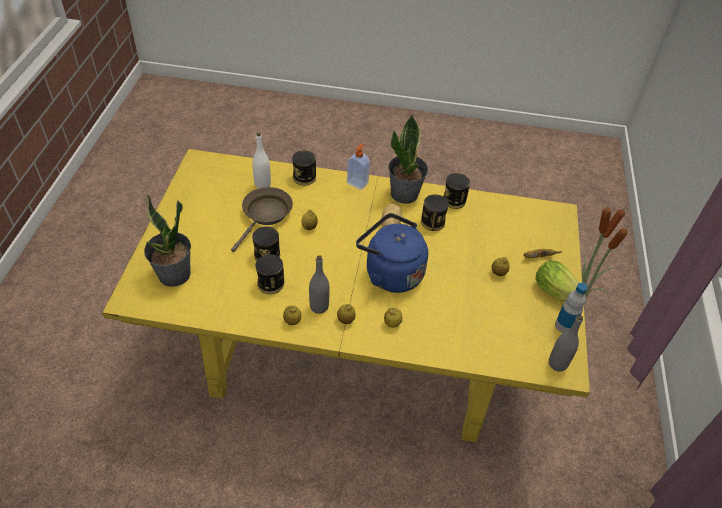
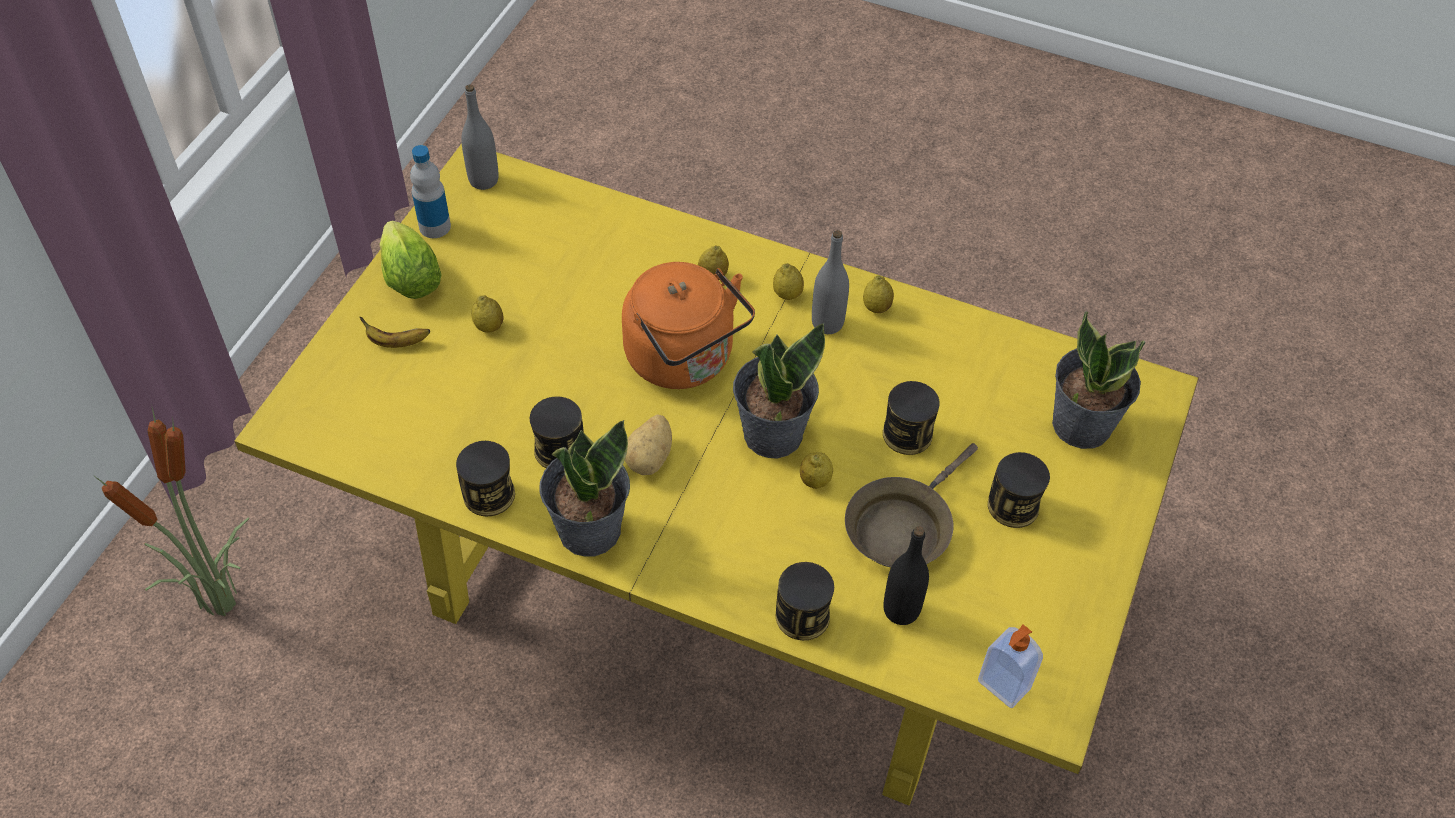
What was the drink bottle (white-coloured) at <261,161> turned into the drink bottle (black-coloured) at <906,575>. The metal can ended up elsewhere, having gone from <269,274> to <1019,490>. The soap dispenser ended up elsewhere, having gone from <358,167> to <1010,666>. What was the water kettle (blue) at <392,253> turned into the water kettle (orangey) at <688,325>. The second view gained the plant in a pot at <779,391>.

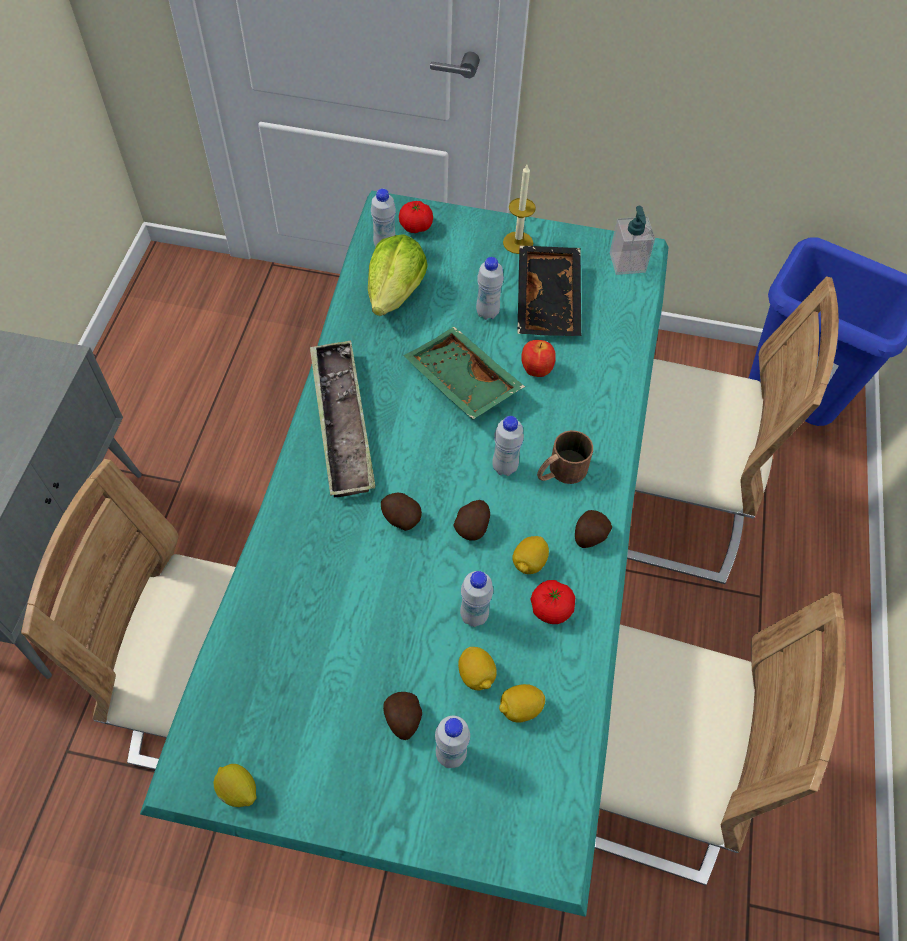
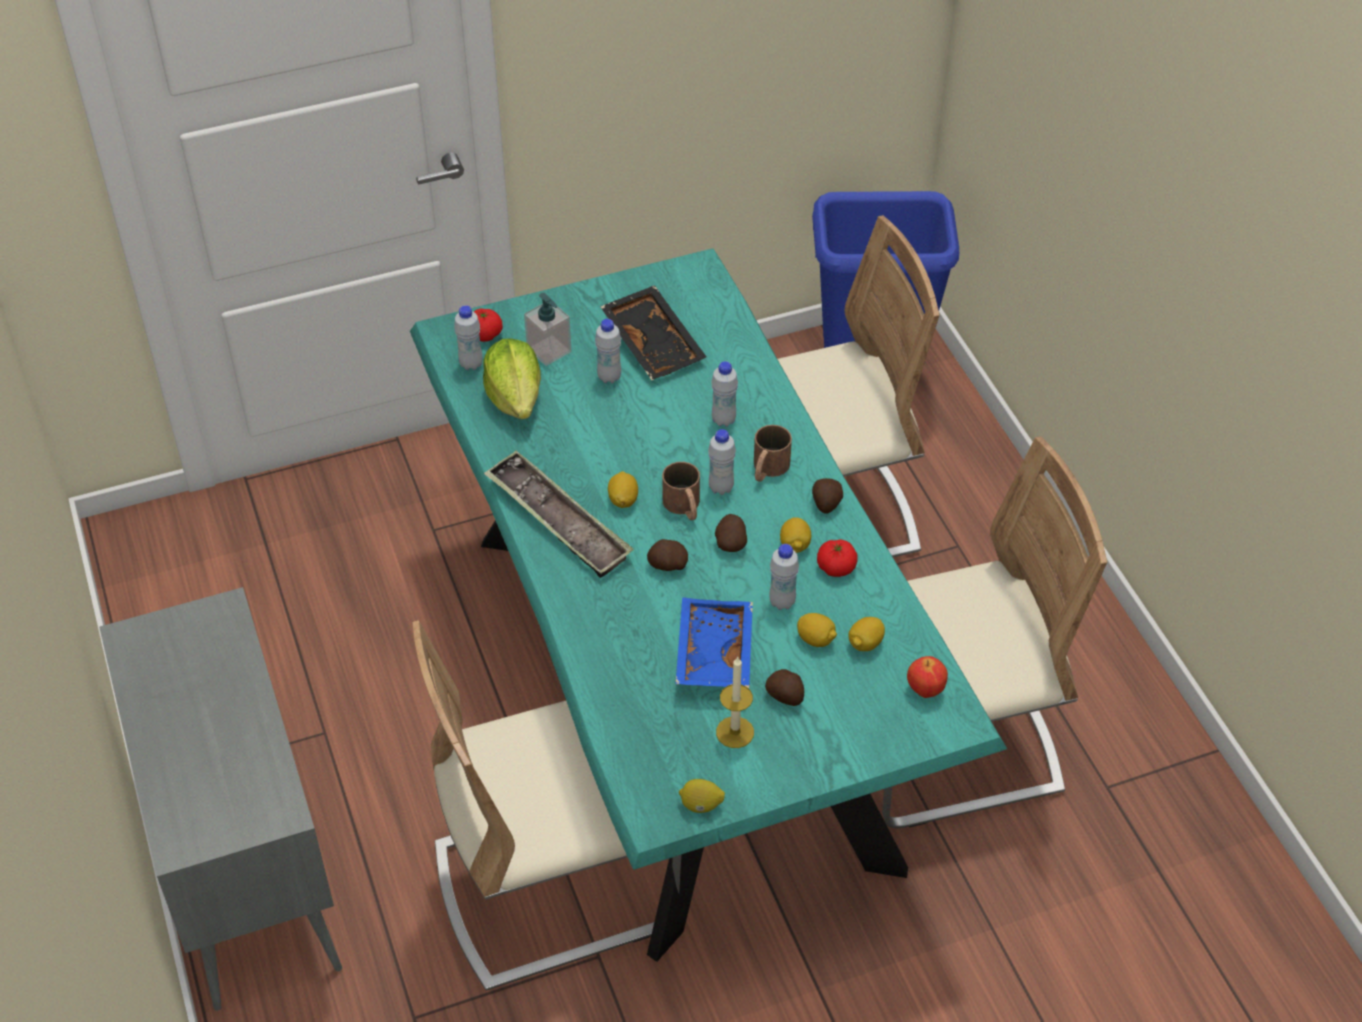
The second view lost the tray (green) at <464,373>. The drink bottle (white-coloured) ended up elsewhere, having gone from <452,742> to <724,394>. The candle ended up elsewhere, having gone from <519,209> to <735,702>. The whole apple ended up elsewhere, having gone from <538,358> to <927,677>. The soap dispenser ended up elsewhere, having gone from <632,240> to <547,329>. The second view gained the whole lemon at <623,489>. The second view gained the coffee mug (brown-coloured) at <681,491>. The second view gained the tray (blue) at <714,642>.

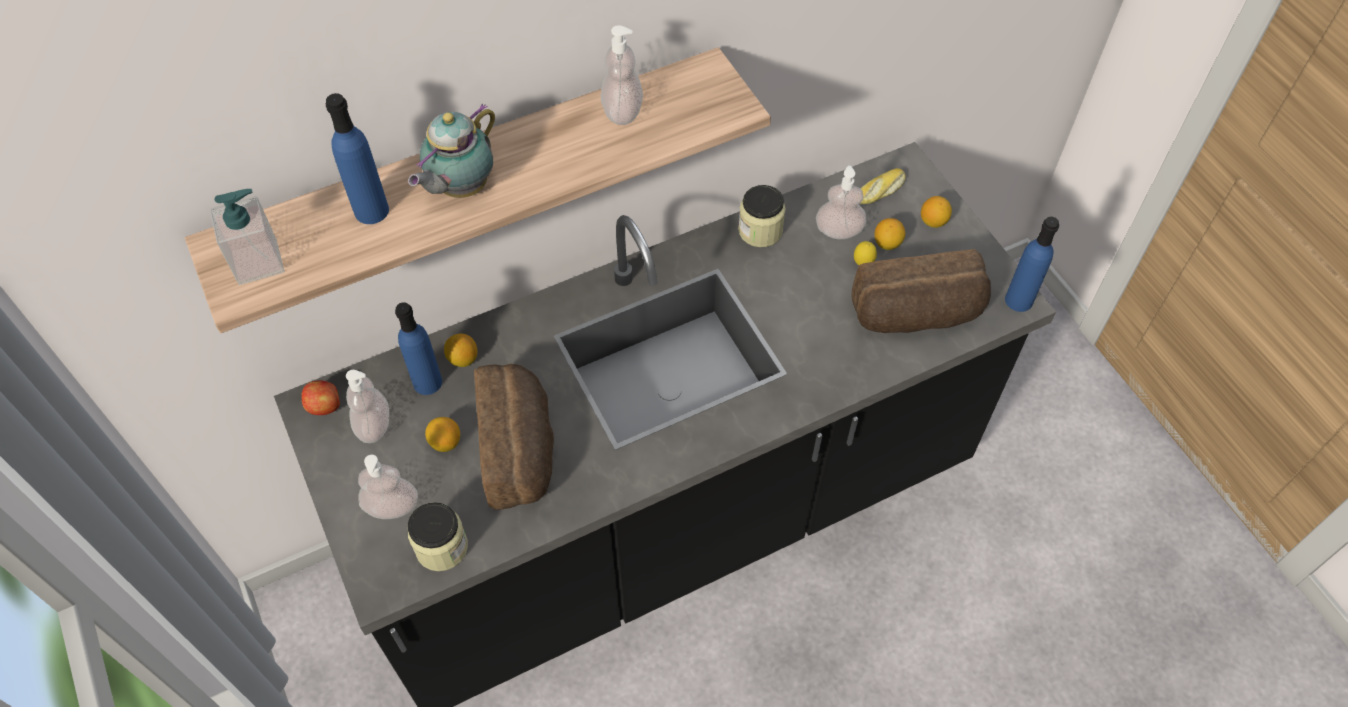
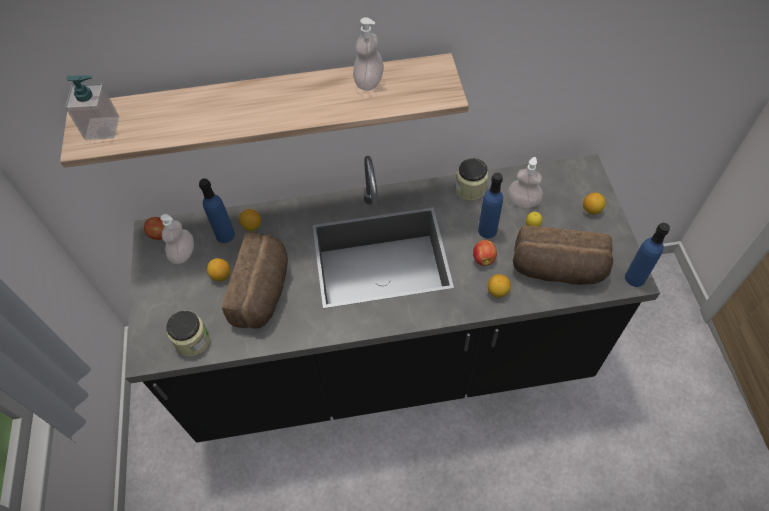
The drink bottle (blue) ended up elsewhere, having gone from <357,158> to <490,205>. The second view lost the soap dispenser at <388,487>. The second view lost the teapot at <451,150>. The second view lost the baked bread at <883,186>. The whole lemon ended up elsewhere, having gone from <890,234> to <499,286>. The second view gained the whole apple at <485,252>.

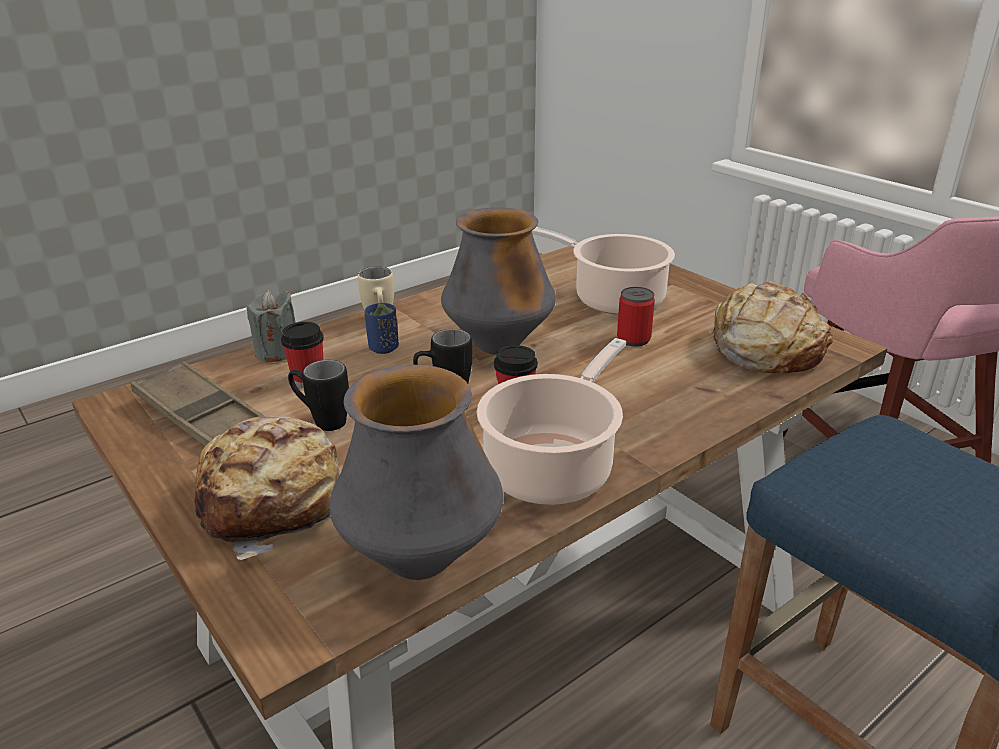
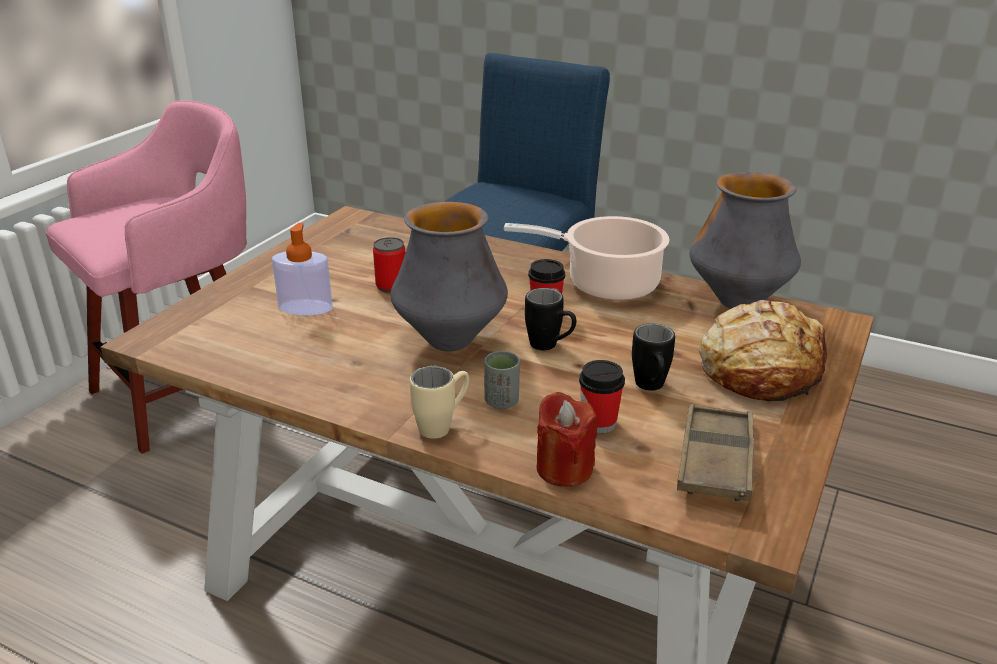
What was the candle (gray) at <271,326> turned into the candle (reddish) at <567,439>. What was the cup (blue) at <381,328> turned into the cup (gray) at <502,380>. Where the stockpot stood at <603,271>, the soap dispenser came to stand at <302,269>. The second view lost the baked bread at <770,327>.

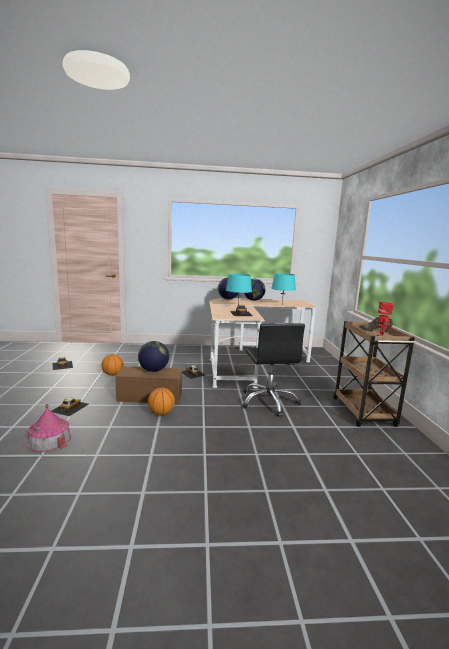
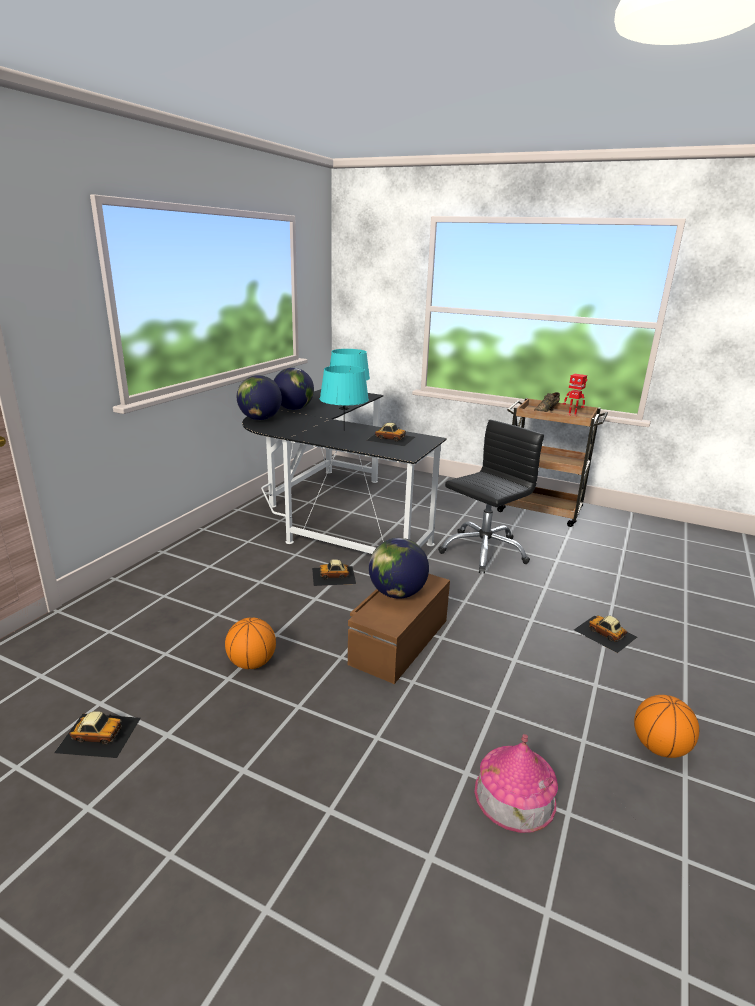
The toy car ended up elsewhere, having gone from <70,406> to <605,634>. The ball for basketball ended up elsewhere, having gone from <161,401> to <666,726>. What was the desk table (sand-coloured) at <263,343> turned into the desk table (black-coloured) at <344,471>. The office chair (black-coloured) at <273,370> ended up facing another way, 60 degrees counterclockwise from before.

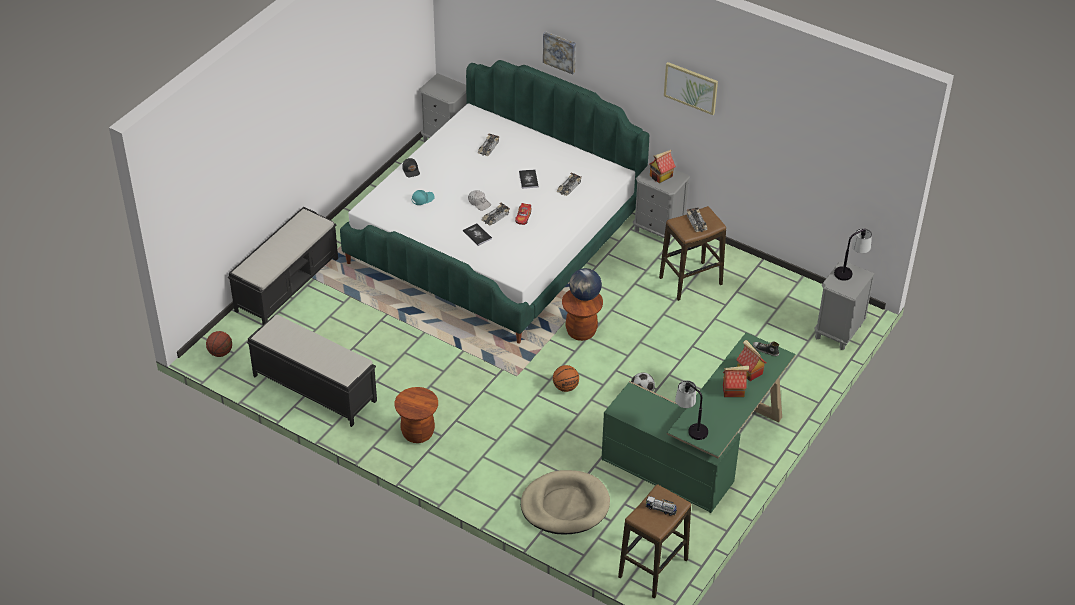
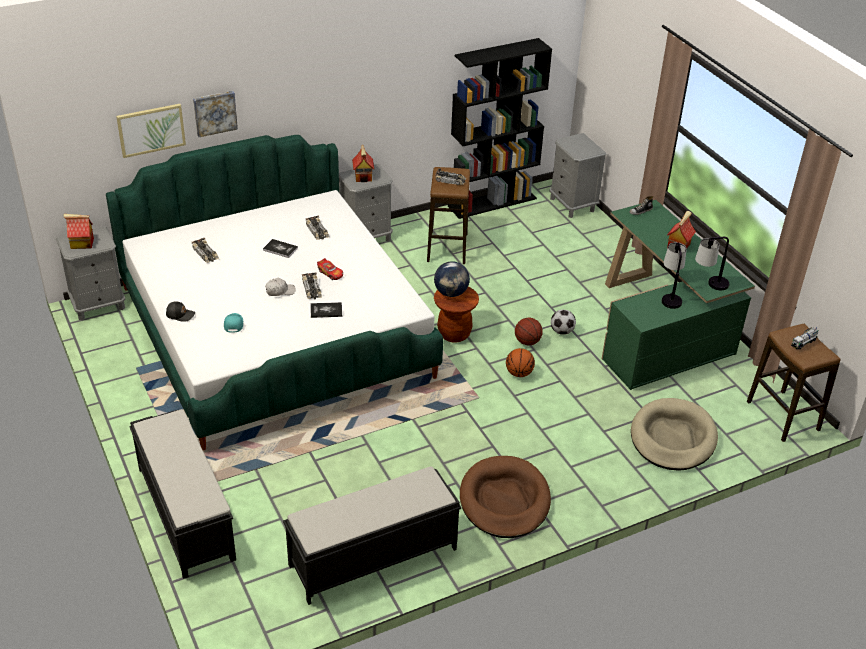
The ball for basketball ended up elsewhere, having gone from <219,344> to <529,331>. Where the stool seat (brown-coloured) stood at <416,415>, the pet bed (brown-coloured) came to stand at <505,497>. The wall art ended up elsewhere, having gone from <691,88> to <151,131>. The miniature house ended up elsewhere, having gone from <751,360> to <78,231>. The lamp for a table ended up elsewhere, having gone from <853,254> to <674,275>. The second view gained the bookcase (black-coloured) at <500,128>.

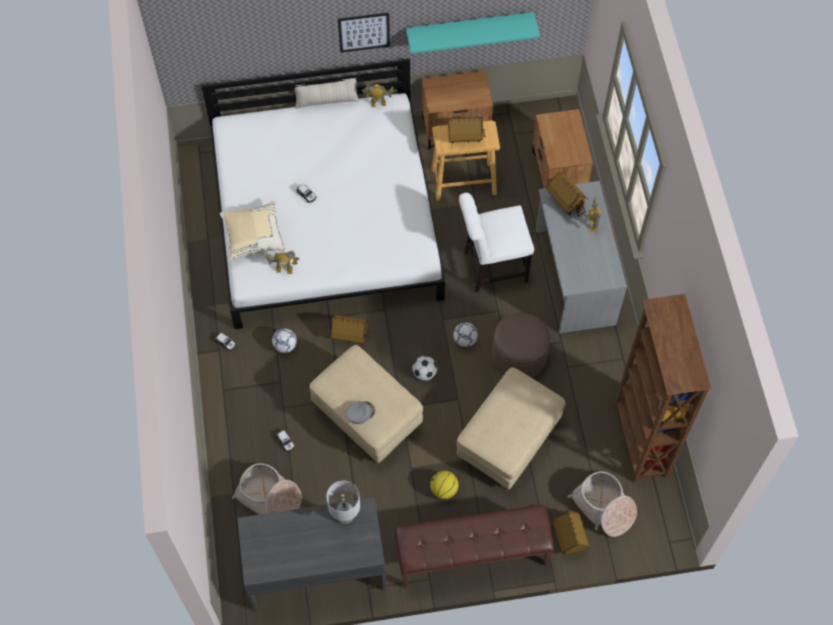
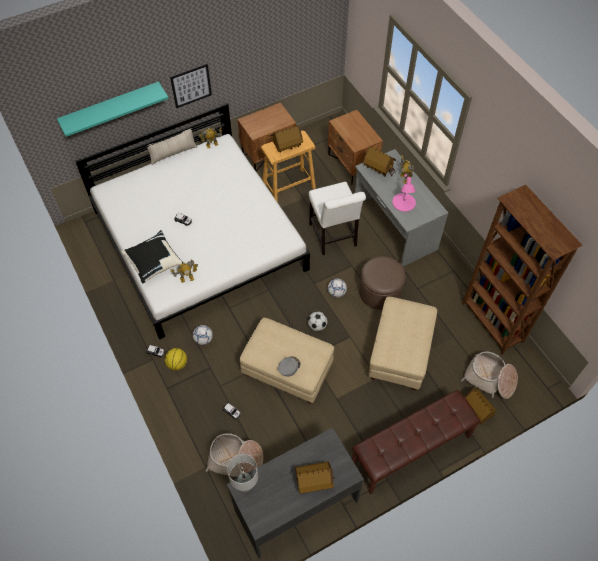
What was the pillow (sand-coloured) at <252,230> turned into the pillow (black-coloured) at <152,256>. The lamp for a table (gray) ended up elsewhere, having gone from <343,502> to <242,473>. The miniature house ended up elsewhere, having gone from <352,329> to <314,477>. The bracket shelf (blue-green) ended up elsewhere, having gone from <473,33> to <113,109>. The ball for basketball ended up elsewhere, having gone from <444,485> to <176,359>. The upright chair (white-coloured) at <496,242> ended up facing another way, 75 degrees counterclockwise from before. The second view gained the lamp for a table (pinkish) at <404,193>.

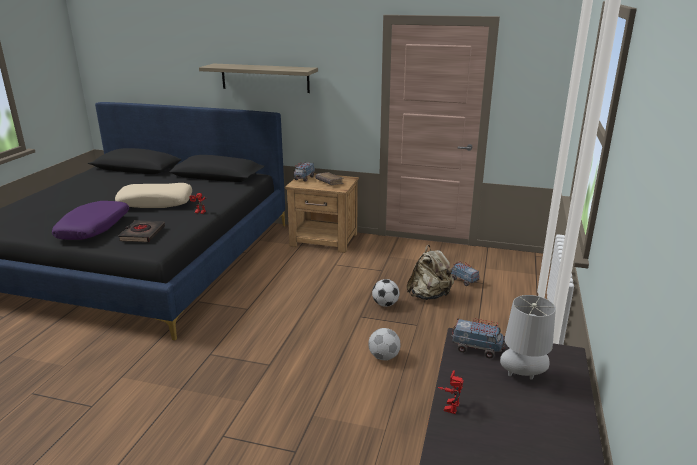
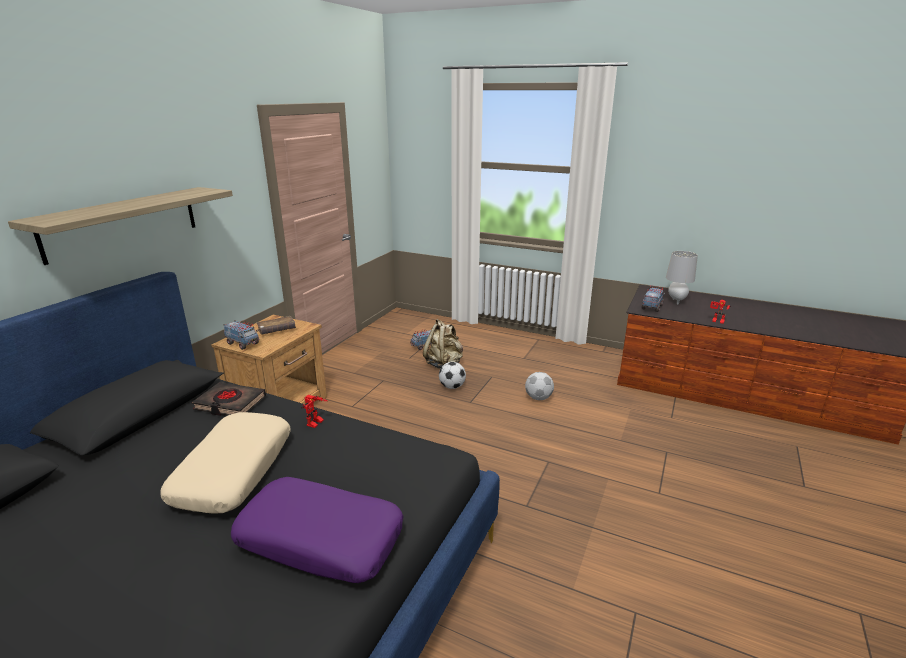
The book (black-coloured) ended up elsewhere, having gone from <141,231> to <229,399>.

